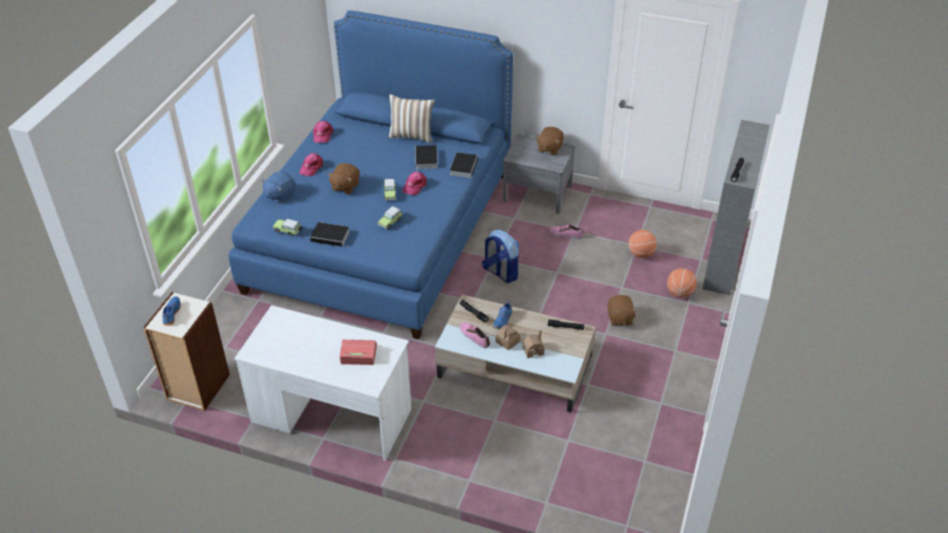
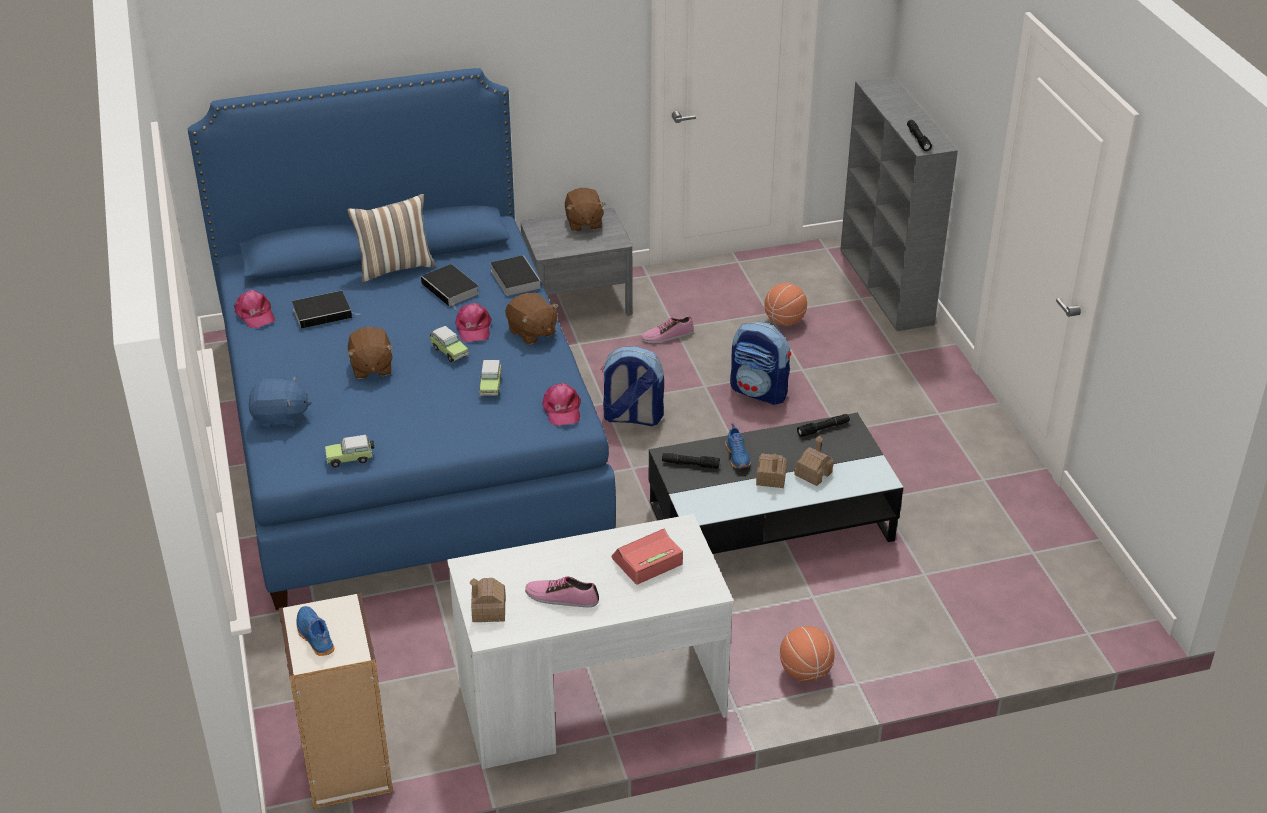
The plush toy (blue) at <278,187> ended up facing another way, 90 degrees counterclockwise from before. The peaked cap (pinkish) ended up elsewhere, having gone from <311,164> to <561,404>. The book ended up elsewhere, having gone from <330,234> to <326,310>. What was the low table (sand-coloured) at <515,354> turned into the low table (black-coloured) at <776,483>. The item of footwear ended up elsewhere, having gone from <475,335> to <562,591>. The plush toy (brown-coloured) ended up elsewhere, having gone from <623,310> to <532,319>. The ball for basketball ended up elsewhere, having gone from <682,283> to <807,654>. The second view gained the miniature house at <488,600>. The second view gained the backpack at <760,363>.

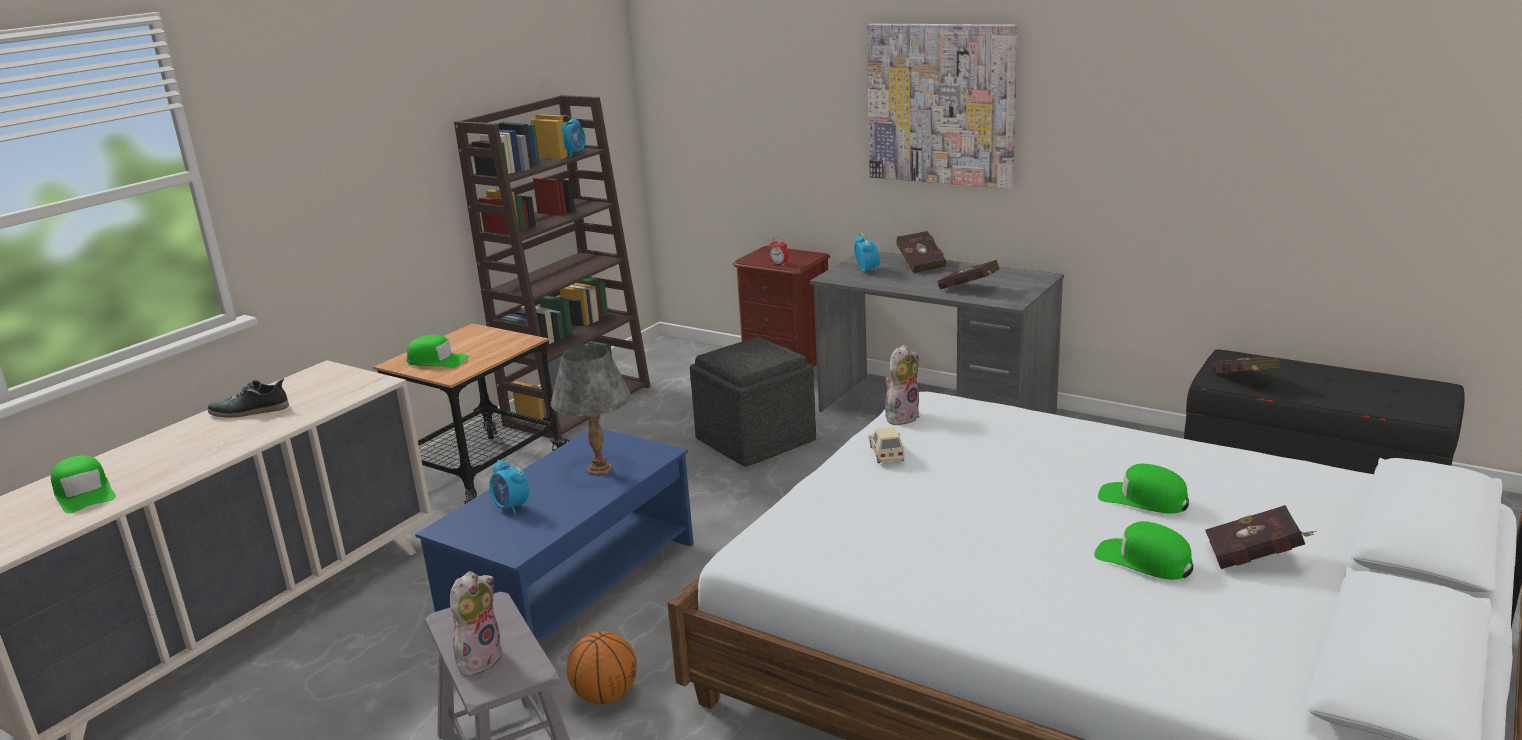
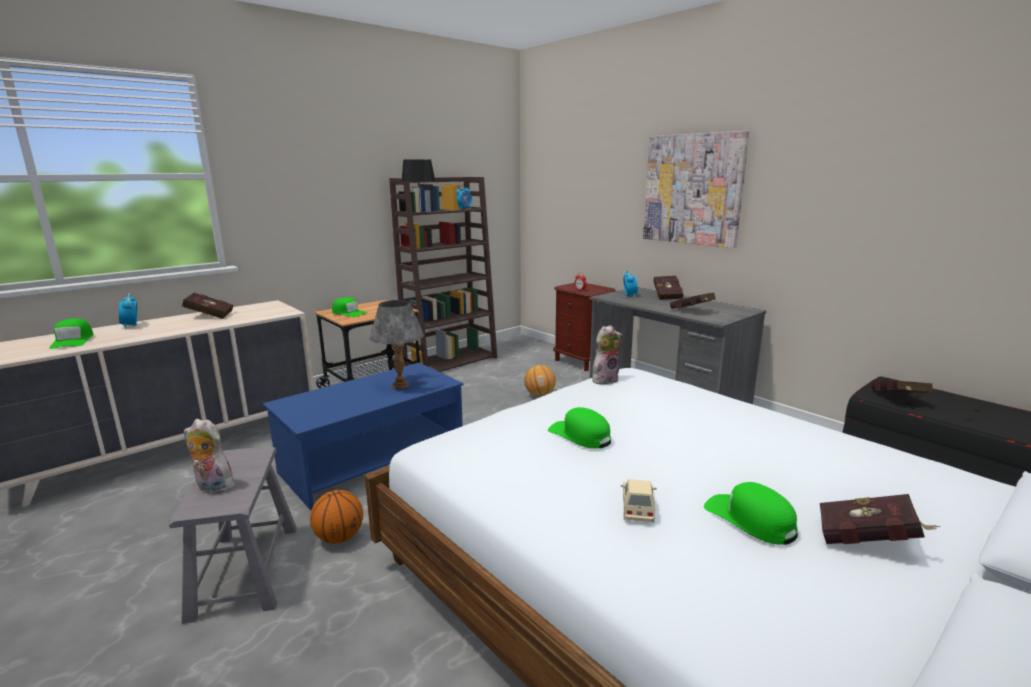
Where the item of footwear stood at <248,398>, the book (reddish) came to stand at <207,306>. The plush toy at <476,624> ended up facing another way, 120 degrees counterclockwise from before. The bedside clock ended up elsewhere, having gone from <509,486> to <128,311>. Where the ottoman (gray) stood at <753,401>, the ball for basketball came to stand at <540,381>. The toy car (sand-coloured) ended up elsewhere, having gone from <886,445> to <639,500>. The peaked cap (green) ended up elsewhere, having gone from <1143,489> to <579,428>. The second view gained the lamp for a table (black-coloured) at <418,181>.

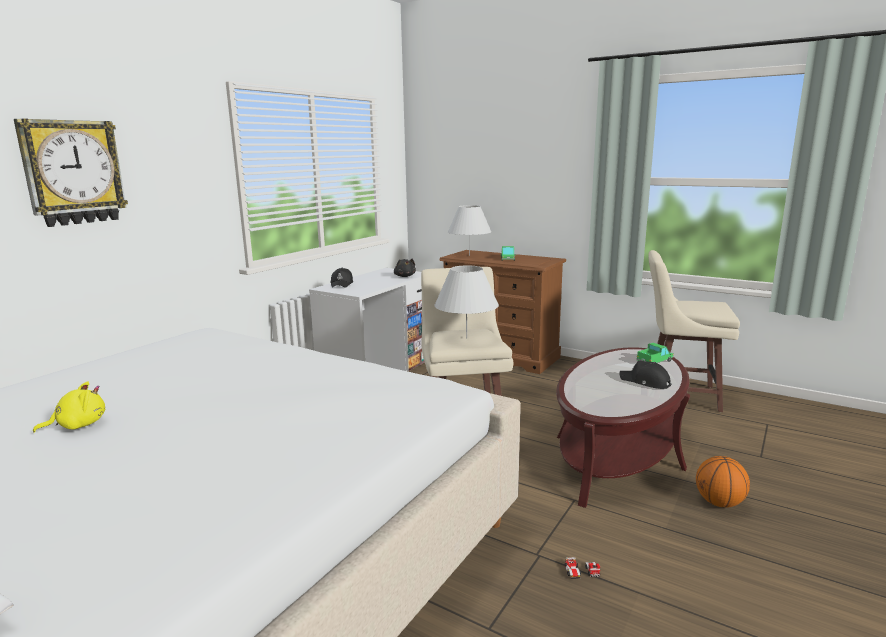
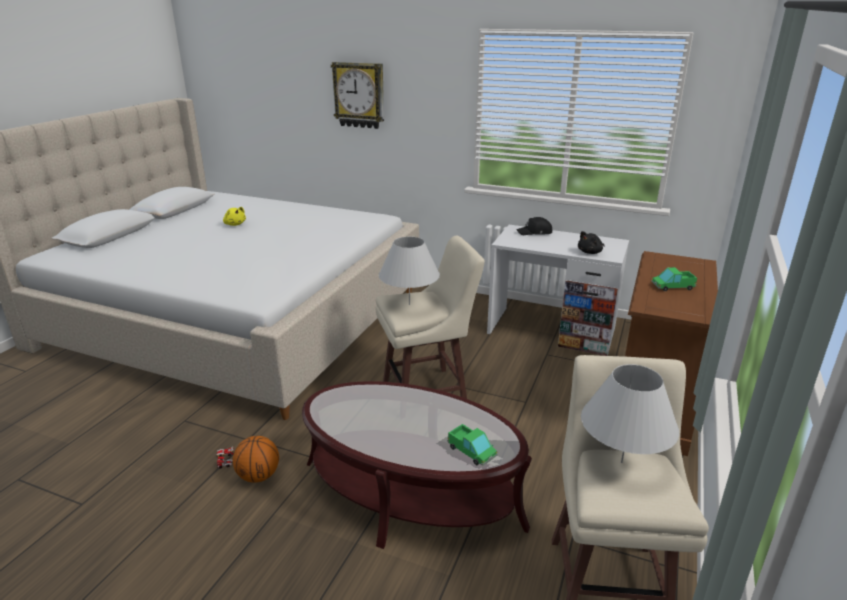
The lamp for a table (white-coloured) ended up elsewhere, having gone from <469,230> to <630,413>. The second view lost the peaked cap (black-coloured) at <645,375>. The ball for basketball ended up elsewhere, having gone from <723,482> to <256,459>.

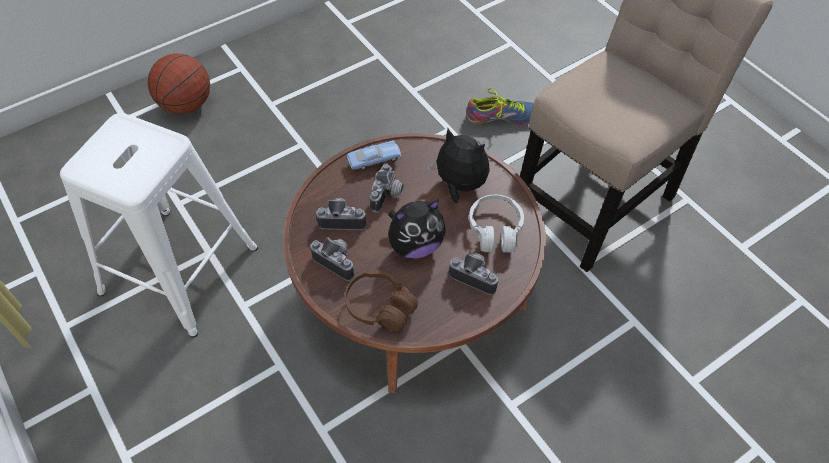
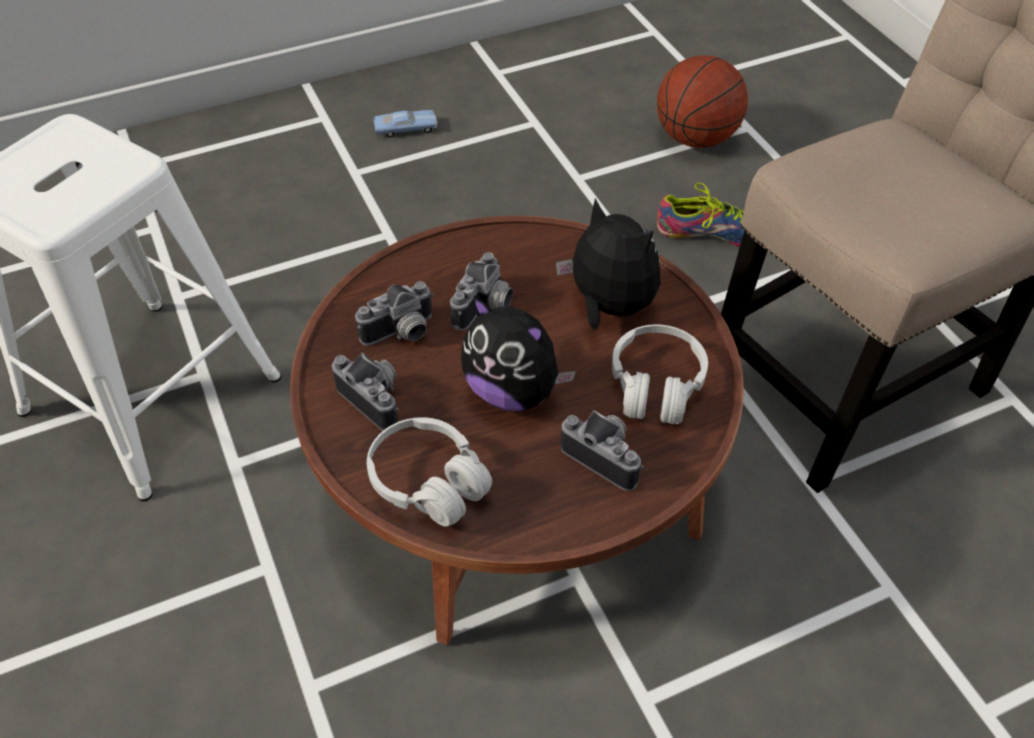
The ball for basketball ended up elsewhere, having gone from <179,83> to <702,101>. The still camera at <341,214> ended up facing another way, 135 degrees clockwise from before. What was the headphones (brown-coloured) at <381,301> turned into the headphones (white-coloured) at <429,472>. The toy car (blue) ended up elsewhere, having gone from <373,155> to <405,124>. The plush toy at <417,229> ended up facing another way, 45 degrees clockwise from before.

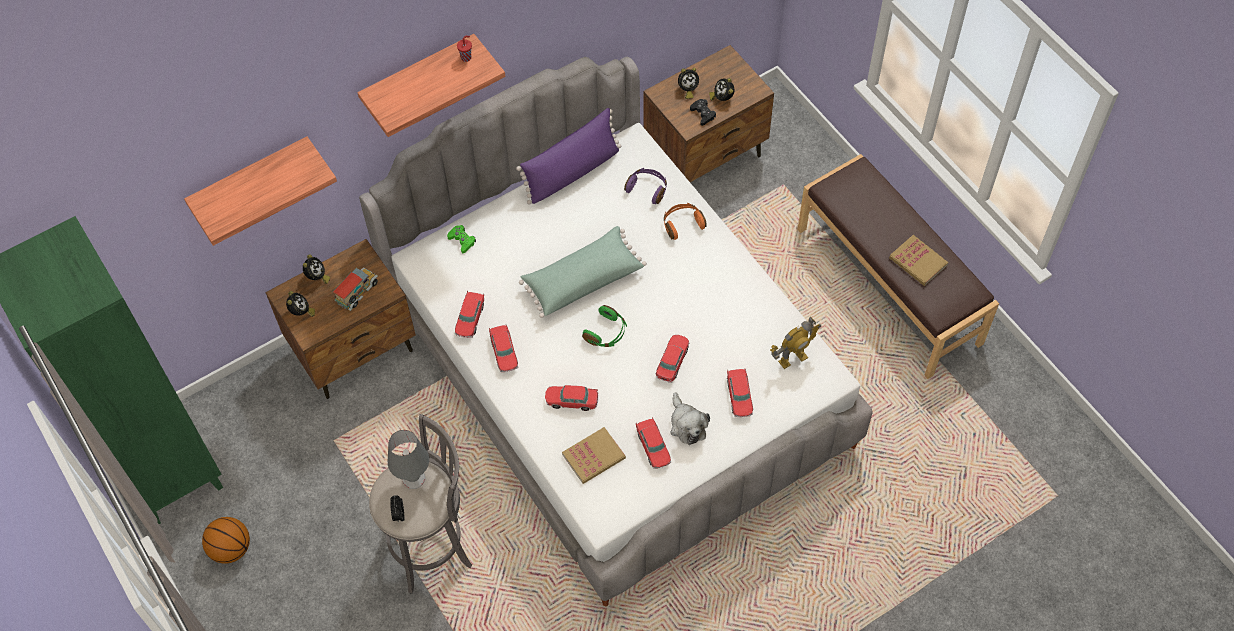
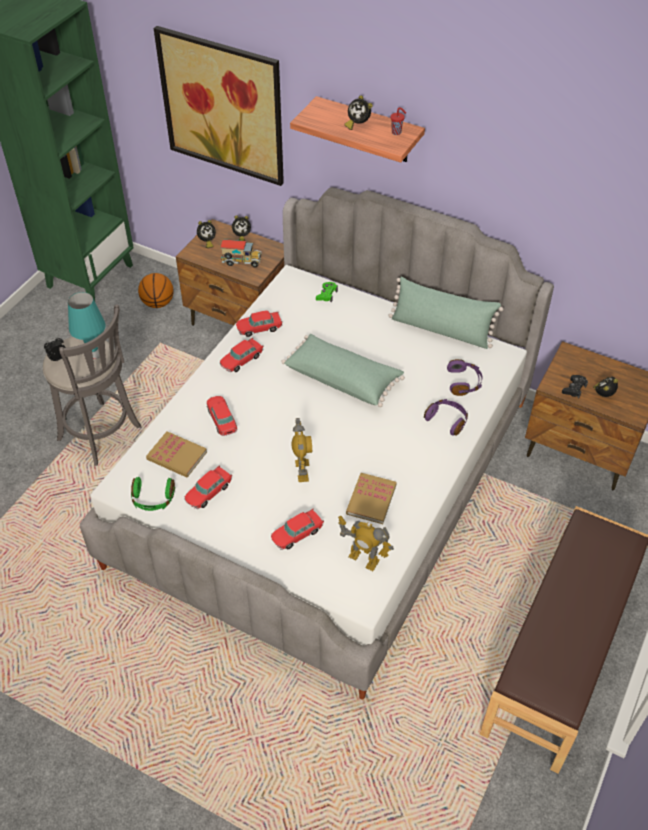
Where the bracket shelf hung at <260,191>, the wall art came to hang at <219,106>. The ball for basketball ended up elsewhere, having gone from <226,540> to <156,290>. What was the lamp for a table (gray) at <408,459> turned into the lamp for a table (blue-green) at <87,326>. What was the pillow (purplish) at <568,156> turned into the pillow (green) at <445,313>. The headphones (green) ended up elsewhere, having gone from <604,326> to <153,494>. Where the toy car stood at <672,358>, the model robot came to stand at <301,450>. What was the headphones (orangey) at <685,221> turned into the headphones (purplish) at <446,417>. The second view lost the plush toy at <690,419>. The bedside clock ended up elsewhere, having gone from <688,83> to <358,112>. The book ended up elsewhere, having gone from <918,260> to <371,498>.

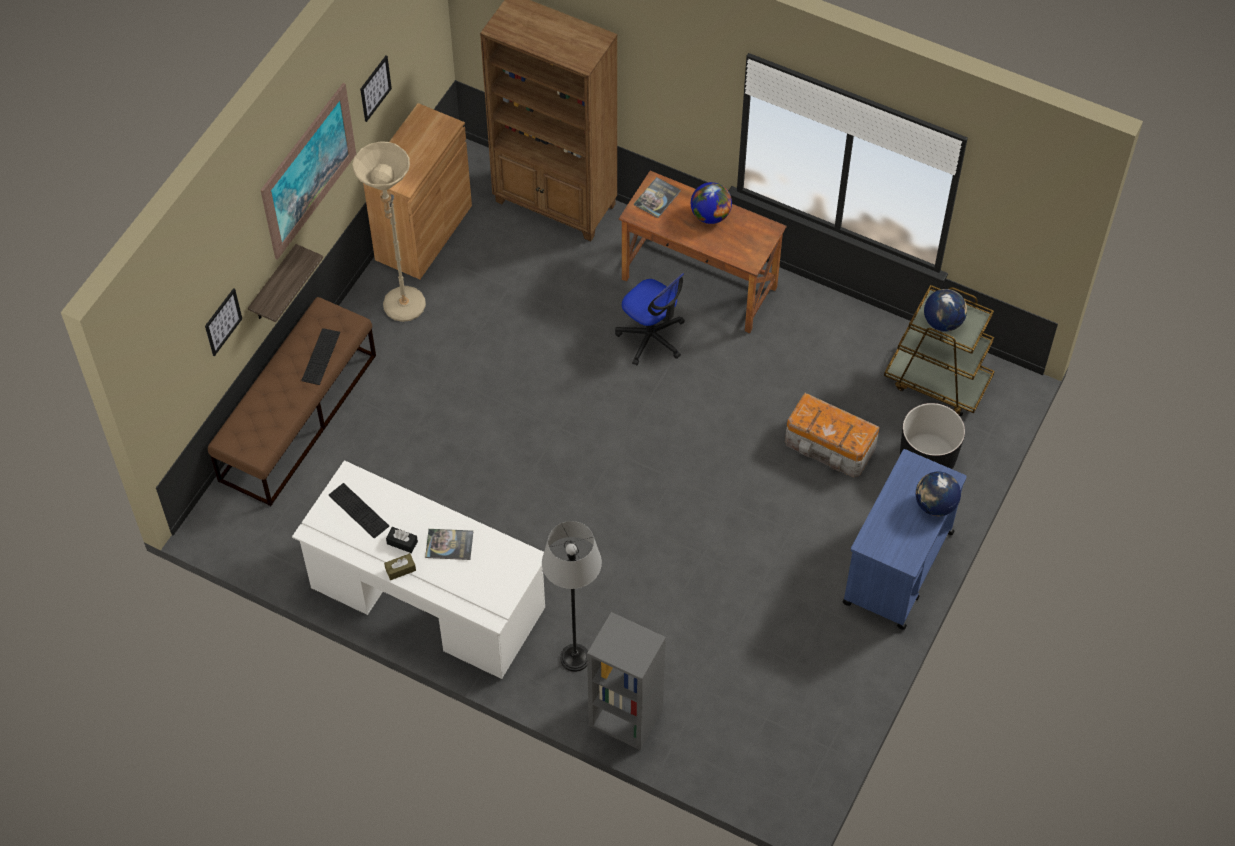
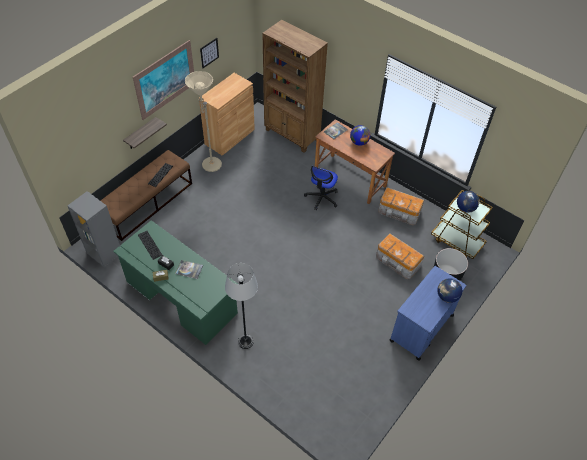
The second view lost the wall art at <223,322>. What was the desk table (white-coloured) at <418,569> turned into the desk table (green) at <175,282>. The bookcase (gray) ended up elsewhere, having gone from <626,681> to <93,229>. The office chair at <650,319> ended up facing another way, 60 degrees clockwise from before. The second view gained the storage bin at <401,206>.

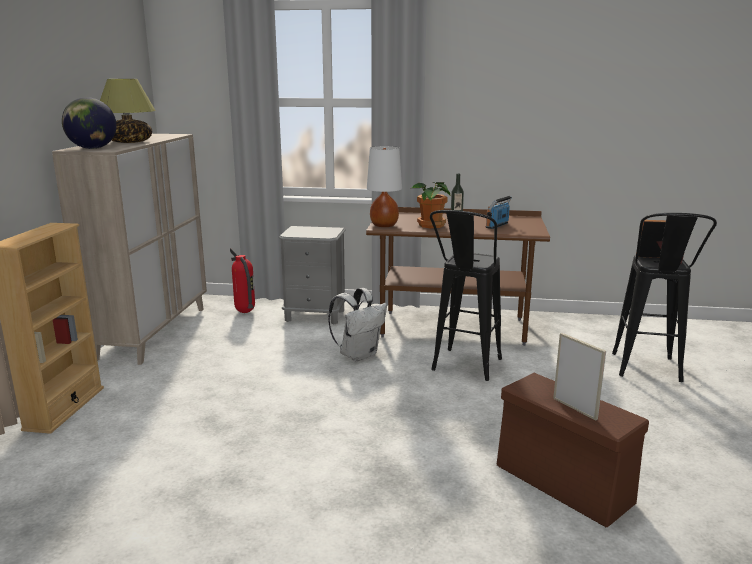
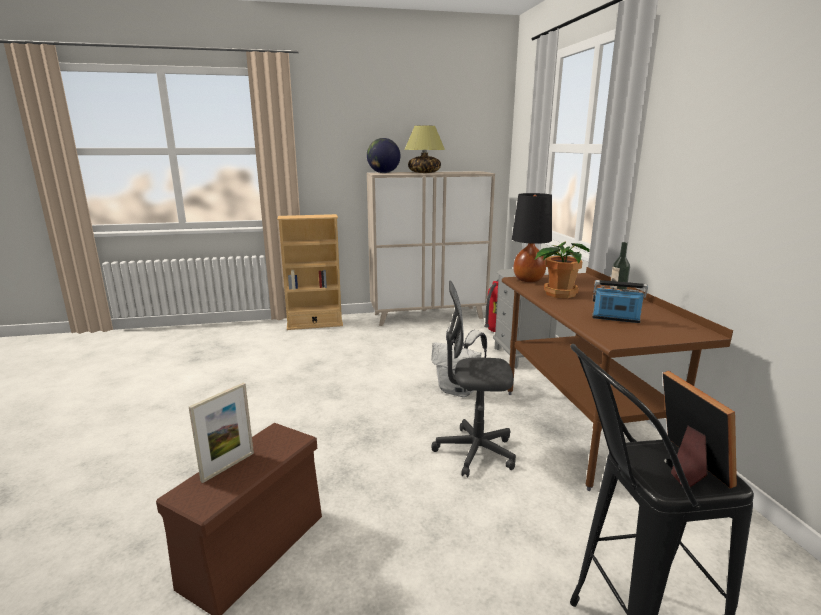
What was the lamp for a table (white-coloured) at <384,186> turned into the lamp for a table (black-coloured) at <532,237>. Where the stool seat (black-coloured) stood at <466,295>, the office chair (gray) came to stand at <473,379>.

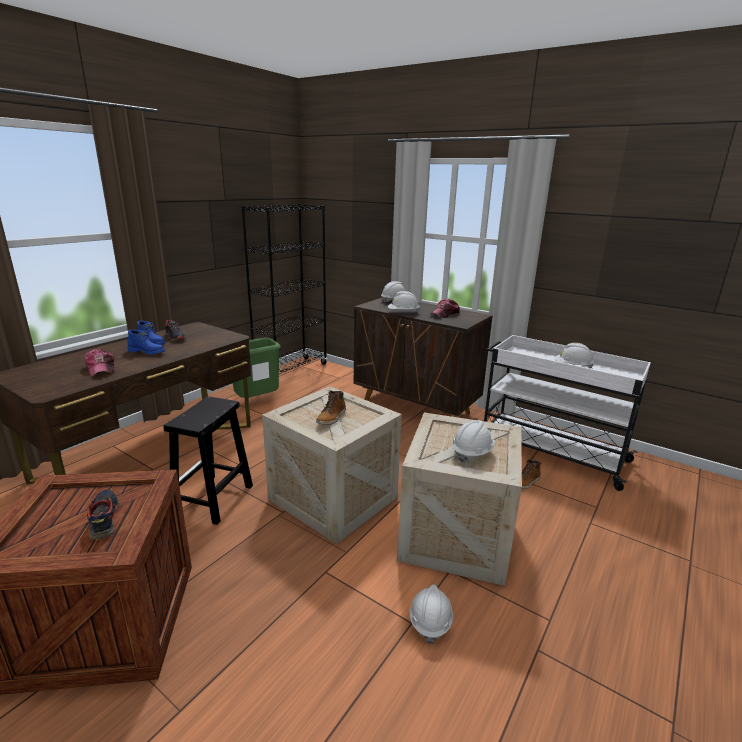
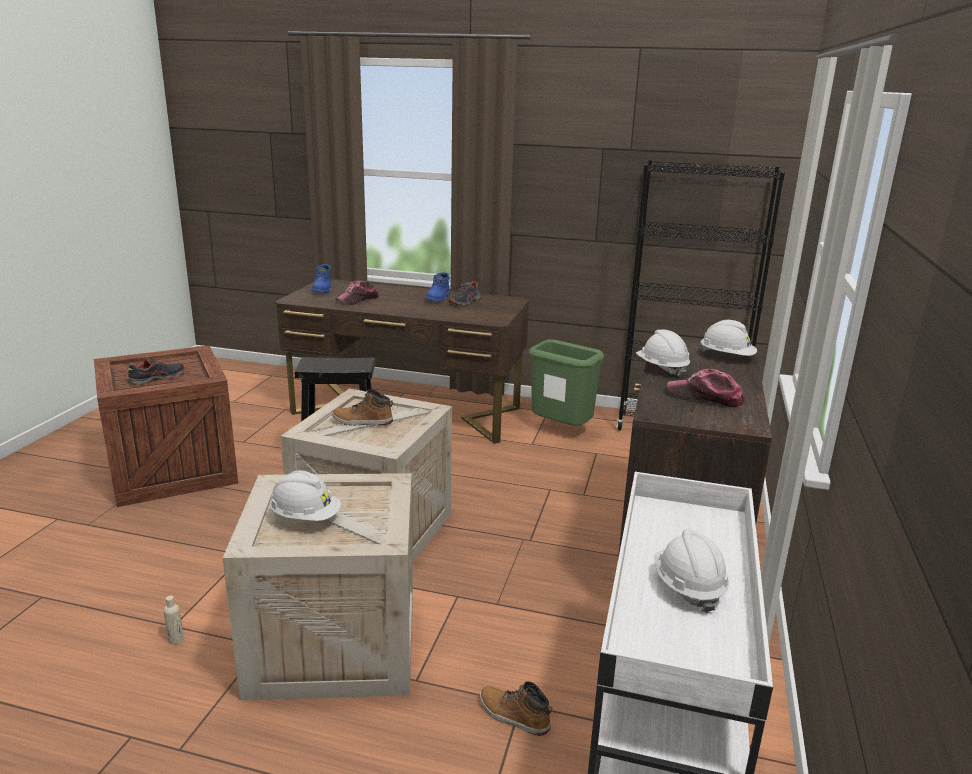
The boot (blue) ended up elsewhere, having gone from <146,342> to <321,278>. Where the hard hat (white-coloured) stood at <431,614>, the drink bottle (sand-coloured) came to stand at <174,620>.

